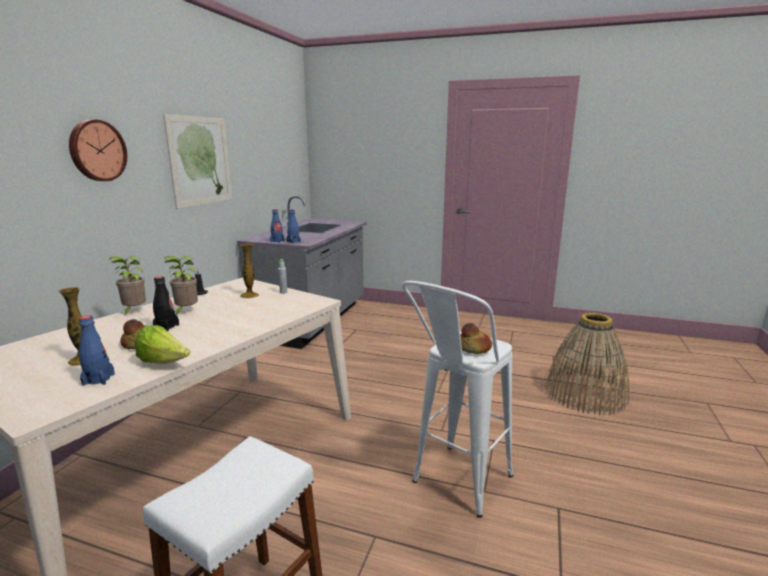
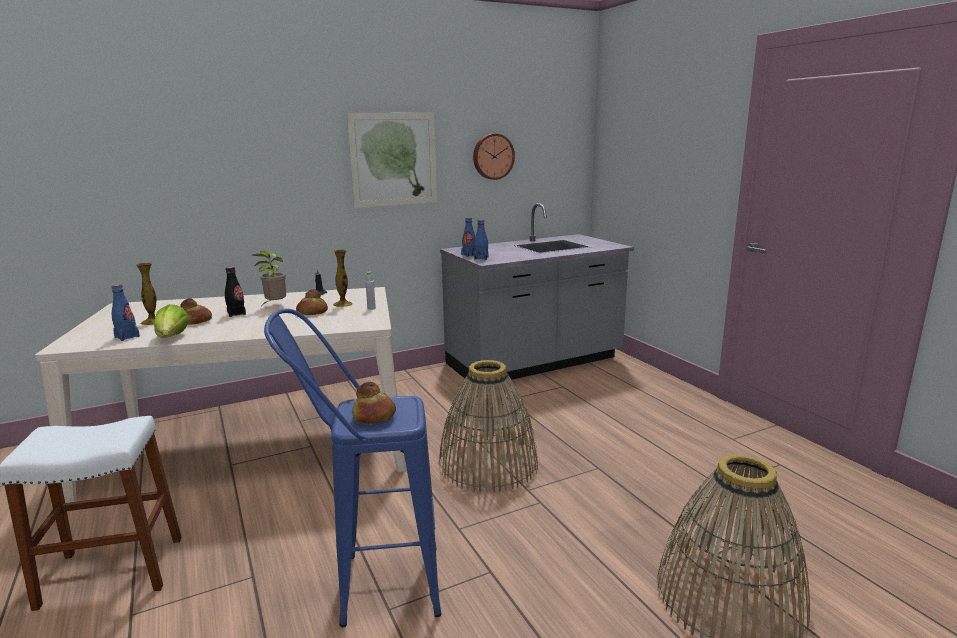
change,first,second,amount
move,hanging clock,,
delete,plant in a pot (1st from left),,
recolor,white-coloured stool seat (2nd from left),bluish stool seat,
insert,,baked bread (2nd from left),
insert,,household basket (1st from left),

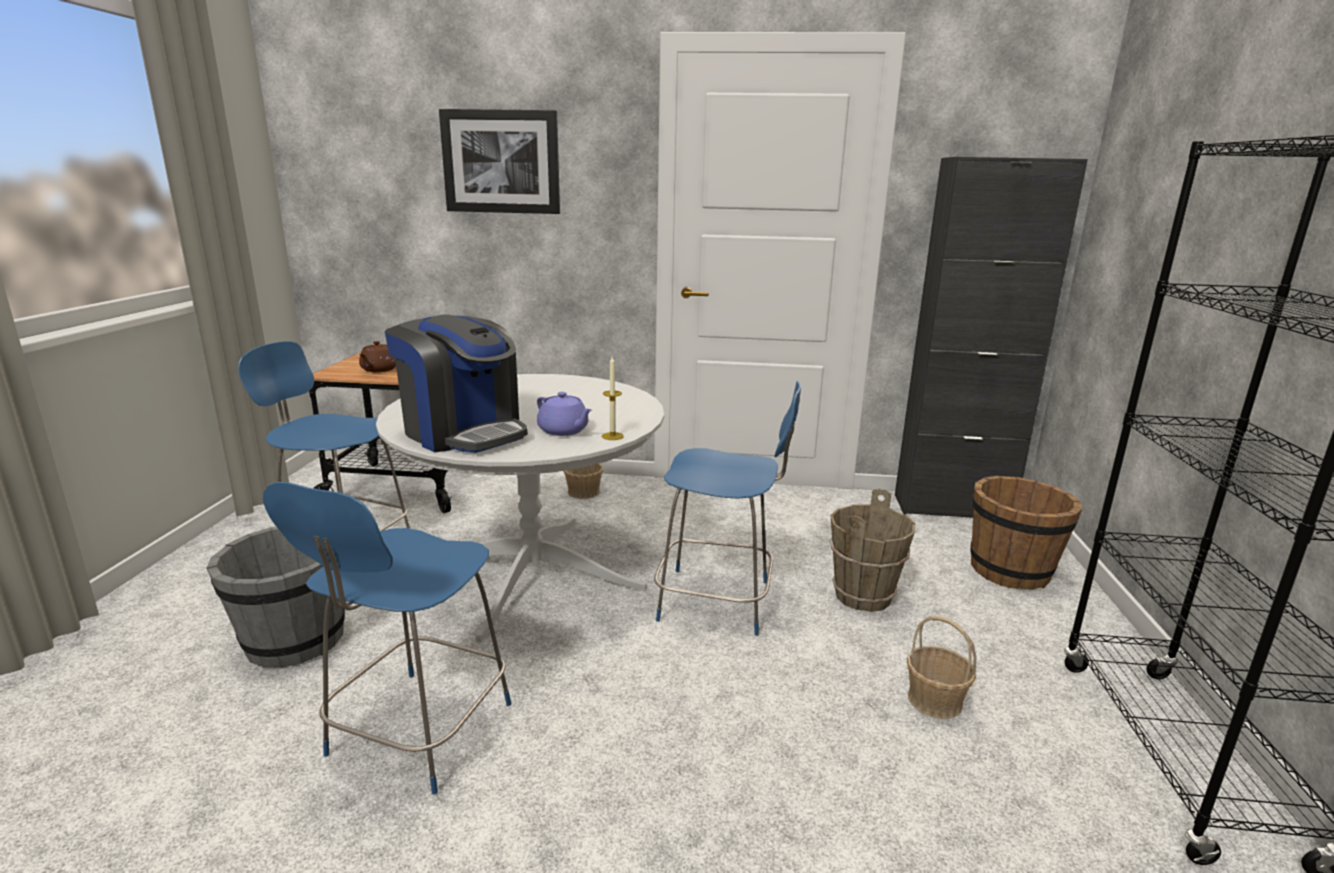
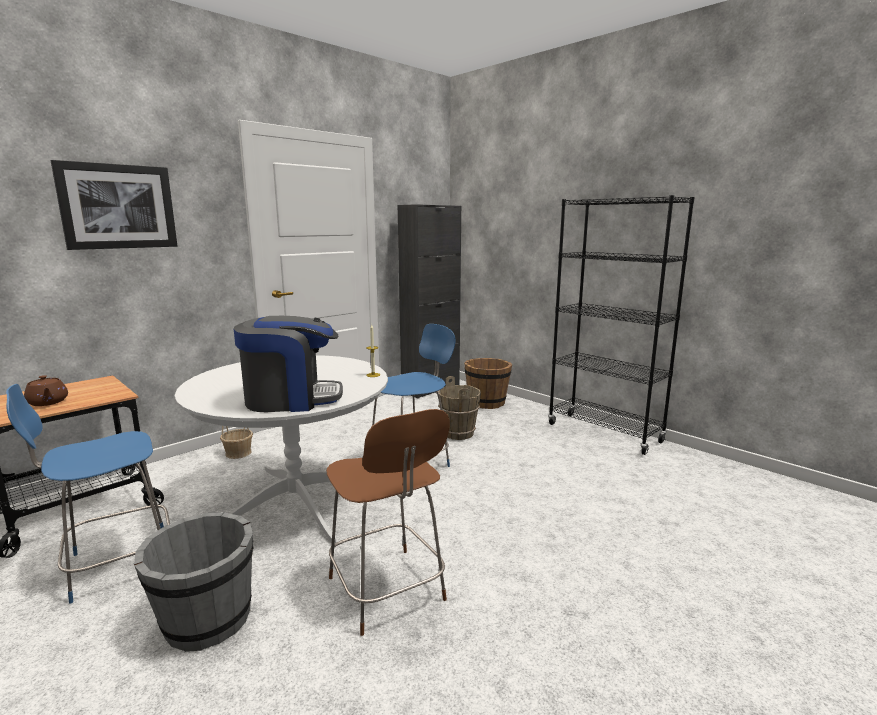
change,first,second,amount
recolor,bluish plain chair (2nd from left),brown plain chair,
delete,purple-coloured pot for tea,,
delete,household basket (2nd from left),,

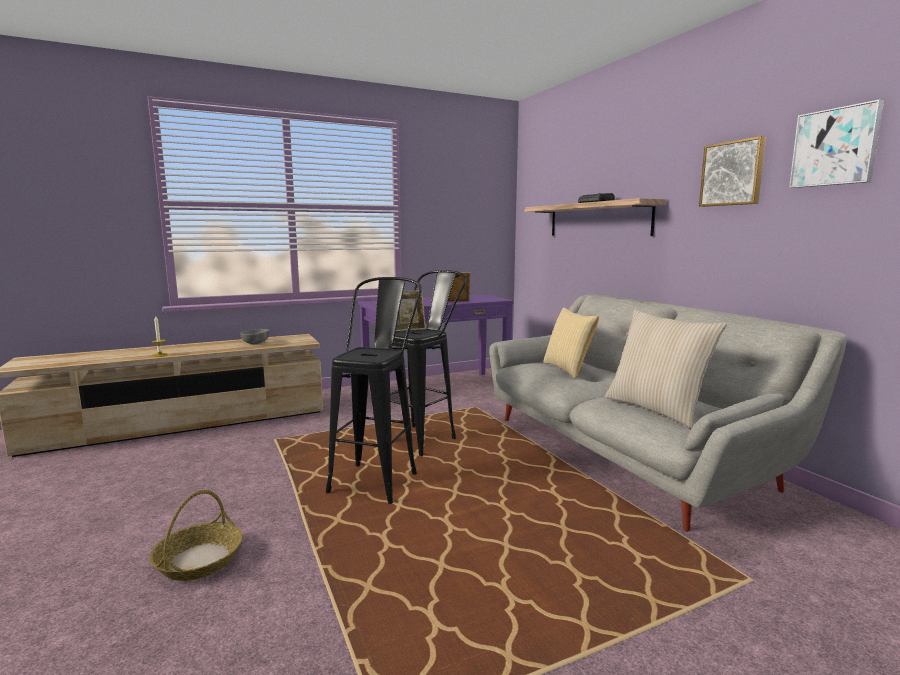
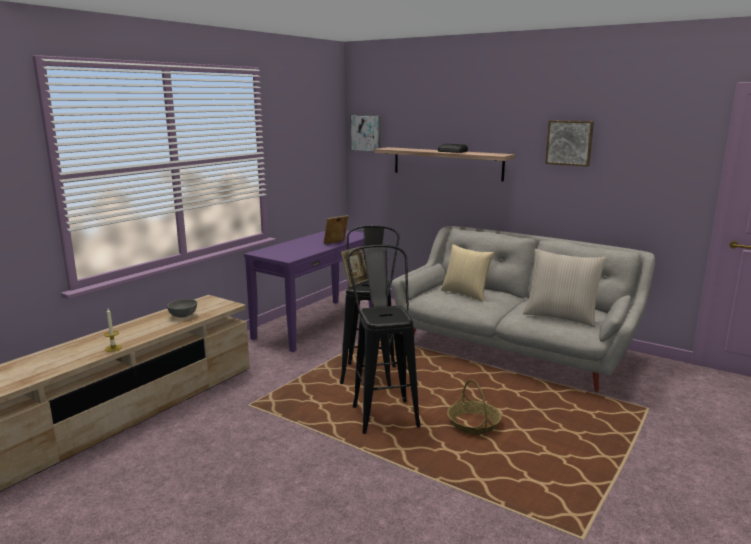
change,first,second,amount
move,household basket,,
move,wall picture (2nd from left in the first image),wall picture (1st from left),

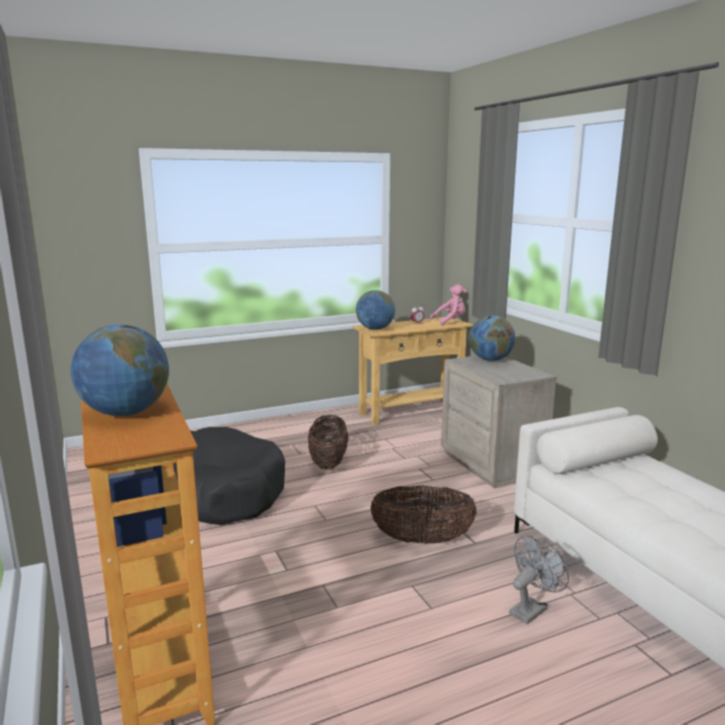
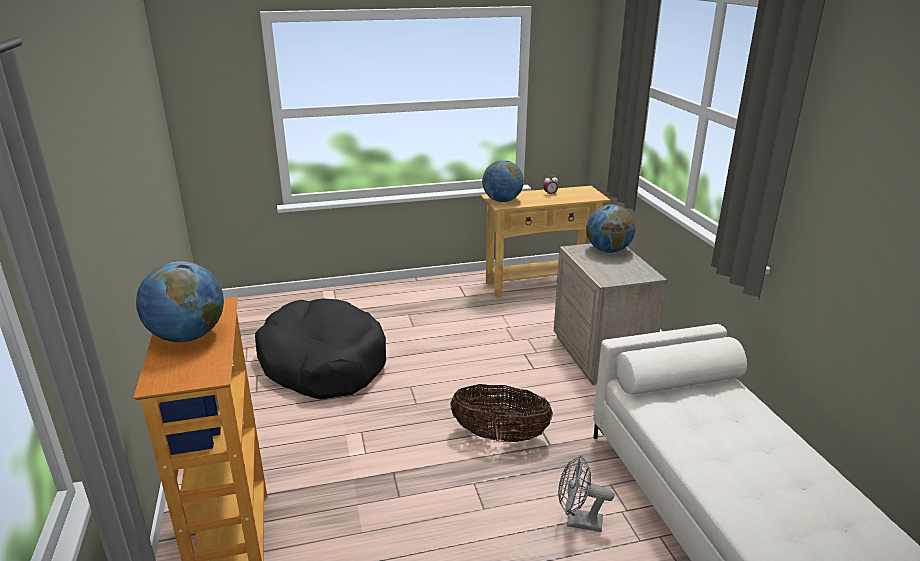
change,first,second,amount
delete,household basket (1st from left),,
delete,pink-coloured soft toy,,
rotate,gray electric fan,,135 degrees counterclockwise

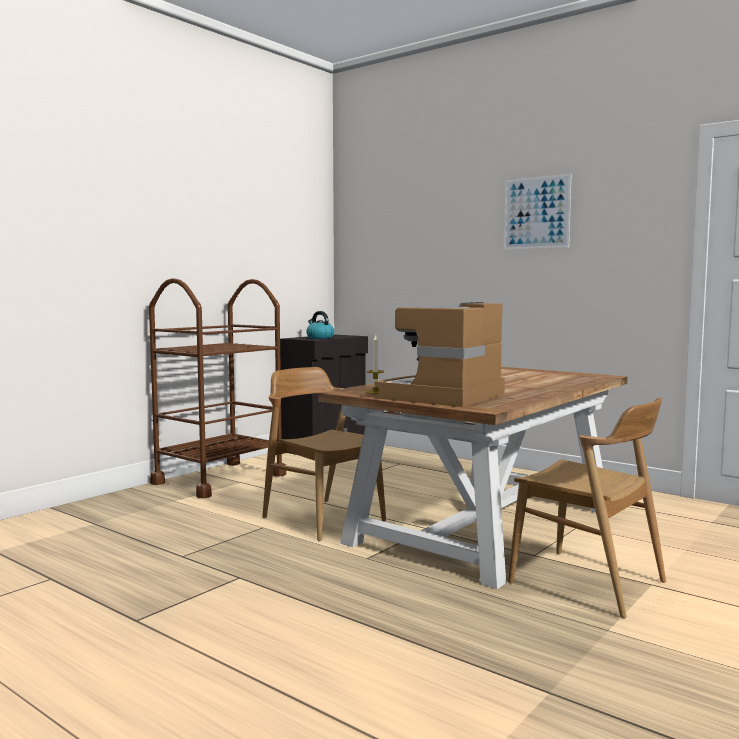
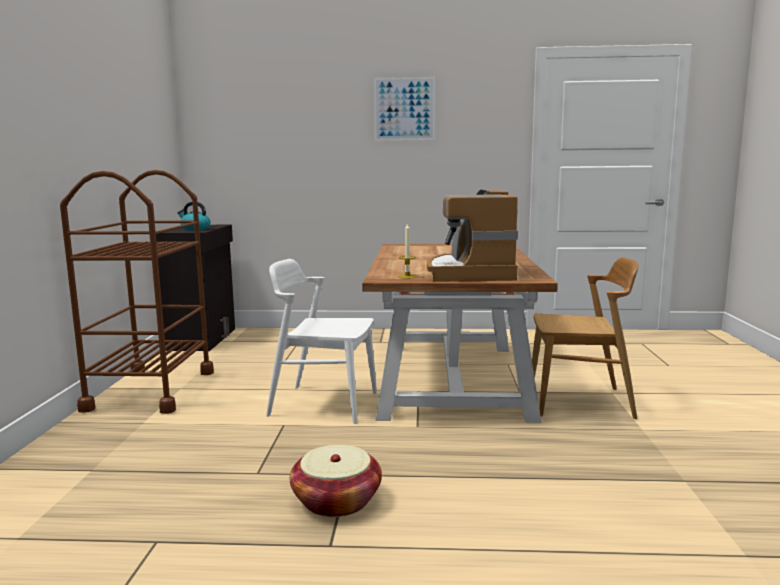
change,first,second,amount
recolor,brown plain chair (1st from left),white-coloured plain chair,
insert,,household basket,

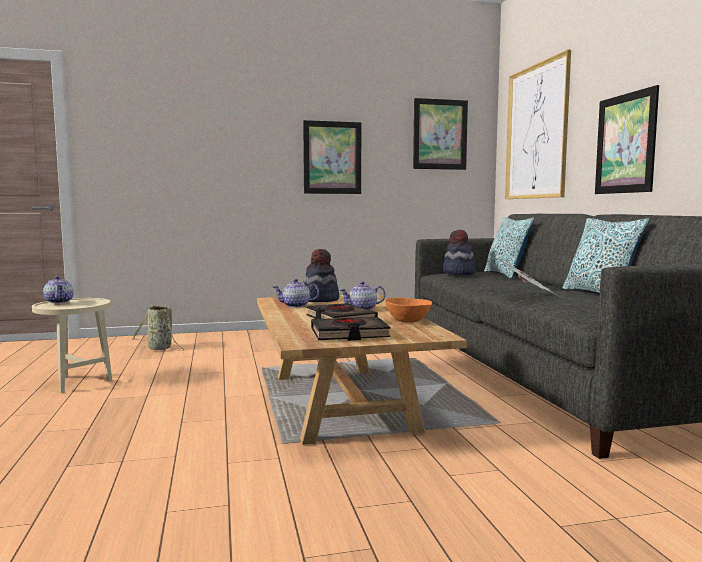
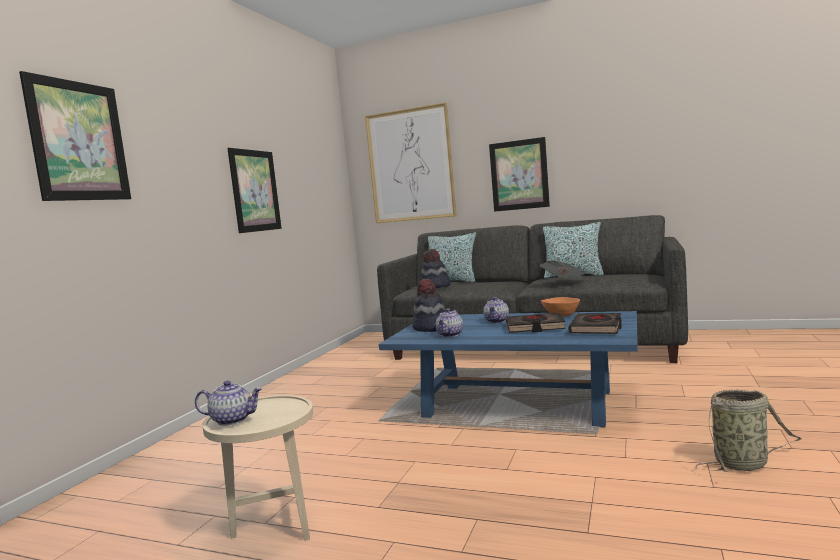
change,first,second,amount
move,household basket,,
recolor,beige coffee table,bluish coffee table,
move,wall picture (2nd from left in the first image),wall picture (1st from left),

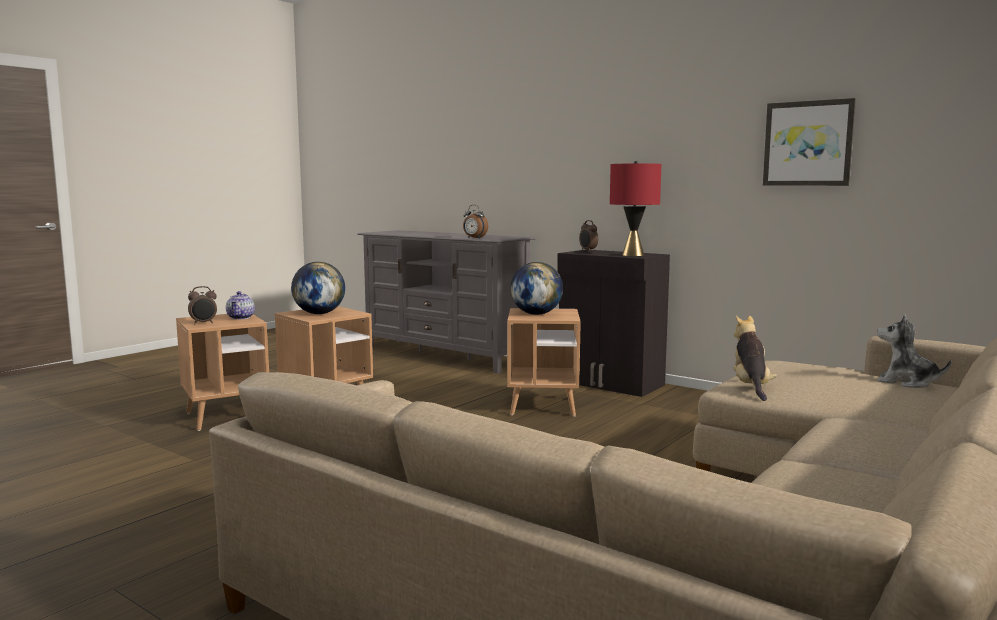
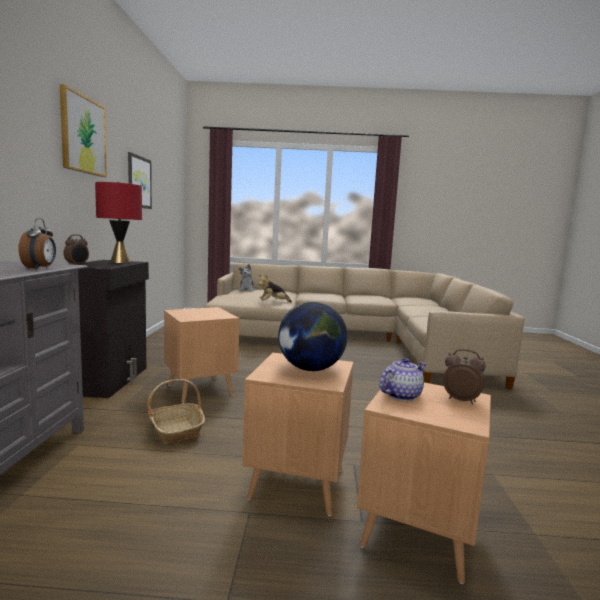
change,first,second,amount
delete,desk globe (2nd from left),,
insert,,wall picture (1st from left),
insert,,household basket,

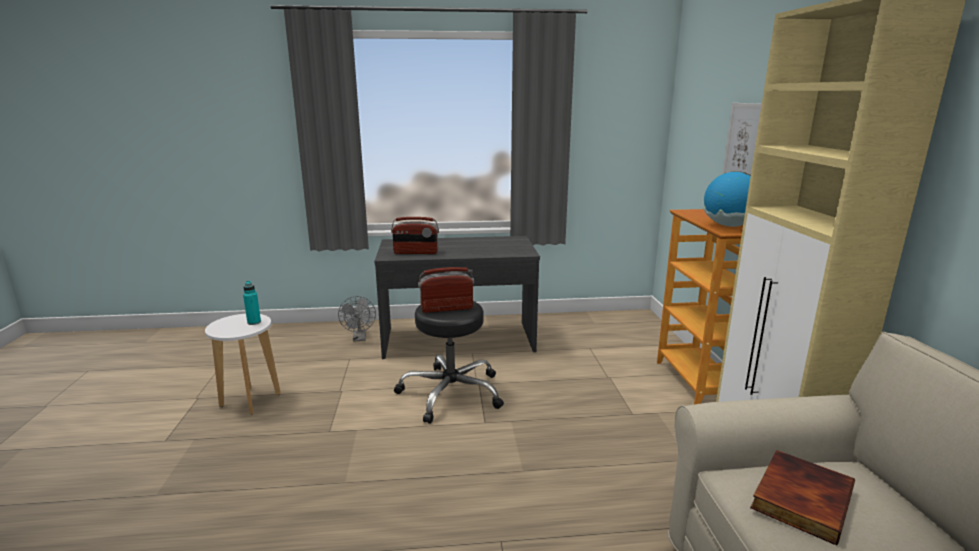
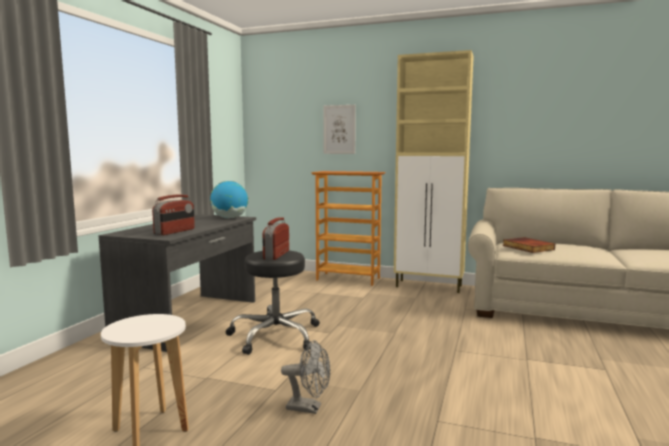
change,first,second,amount
delete,turquoise drink bottle,,
move,gray electric fan,,
move,desk globe,,

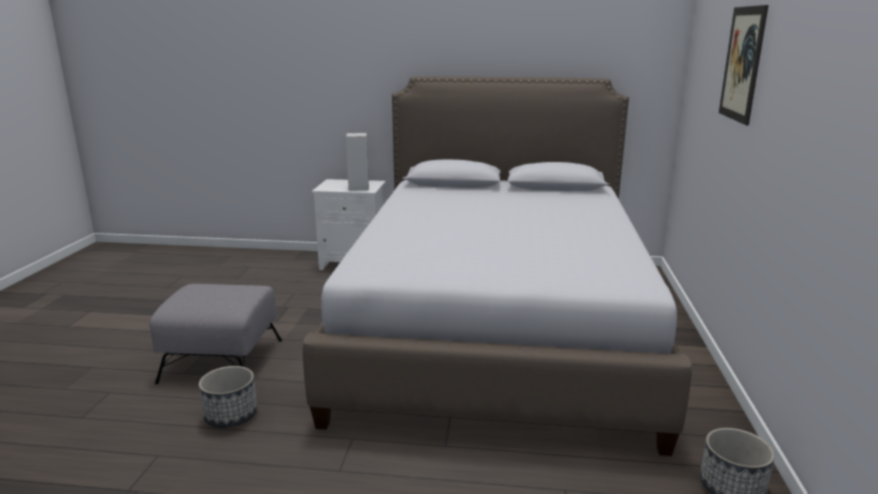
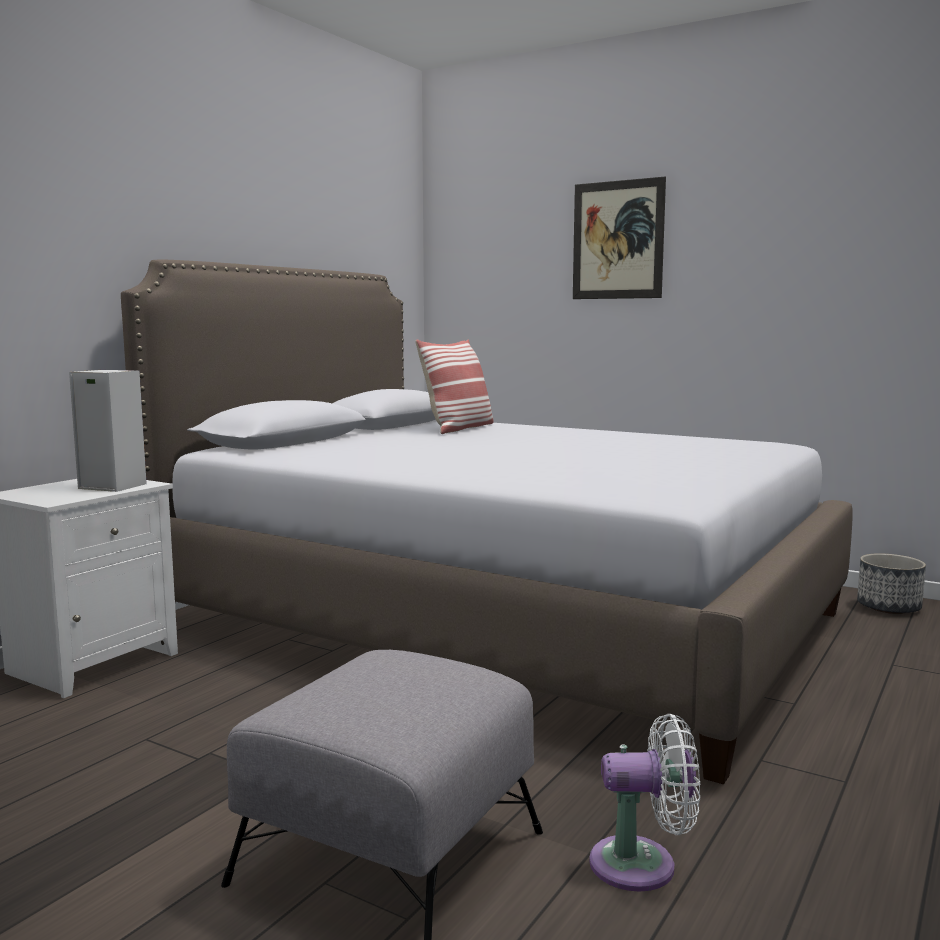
change,first,second,amount
replace,plant pot (1st from left),white-coloured electric fan,
insert,,throw pillow,

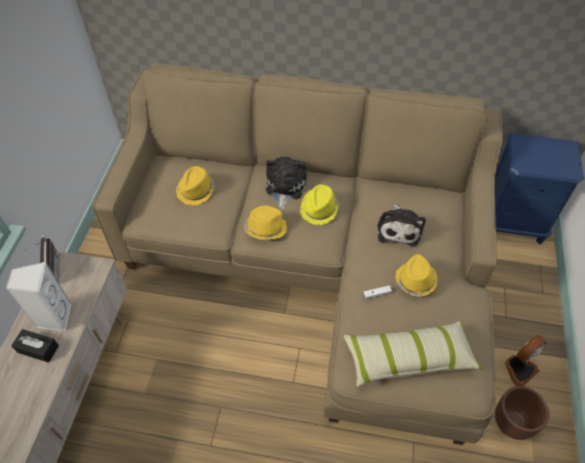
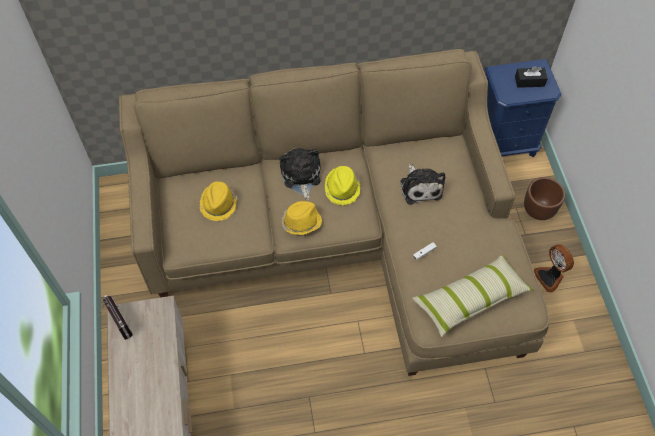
change,first,second,amount
delete,white-coloured loudspeaker,,
move,black box of tissues,,
delete,yellow-coloured hat (4th from left),,
move,brown plant pot,,
rotate,electric fan,,120 degrees clockwise

